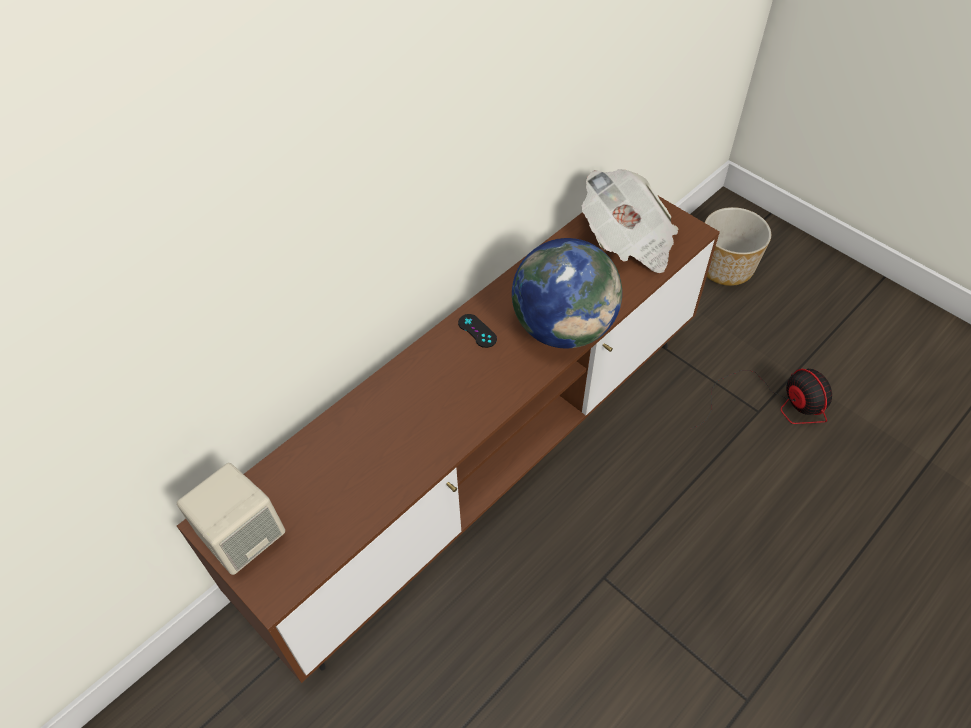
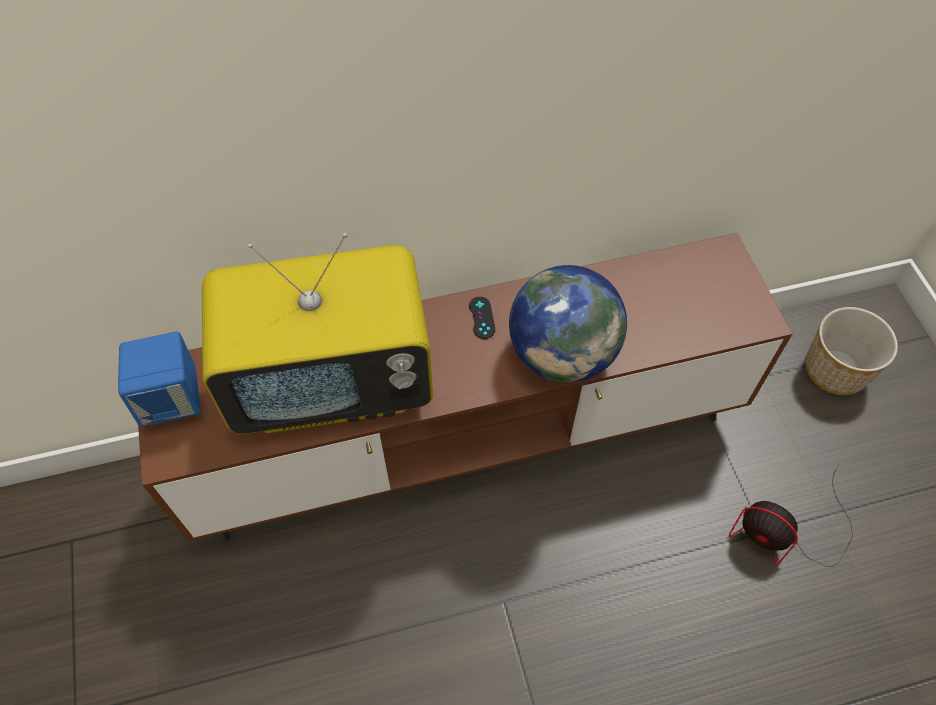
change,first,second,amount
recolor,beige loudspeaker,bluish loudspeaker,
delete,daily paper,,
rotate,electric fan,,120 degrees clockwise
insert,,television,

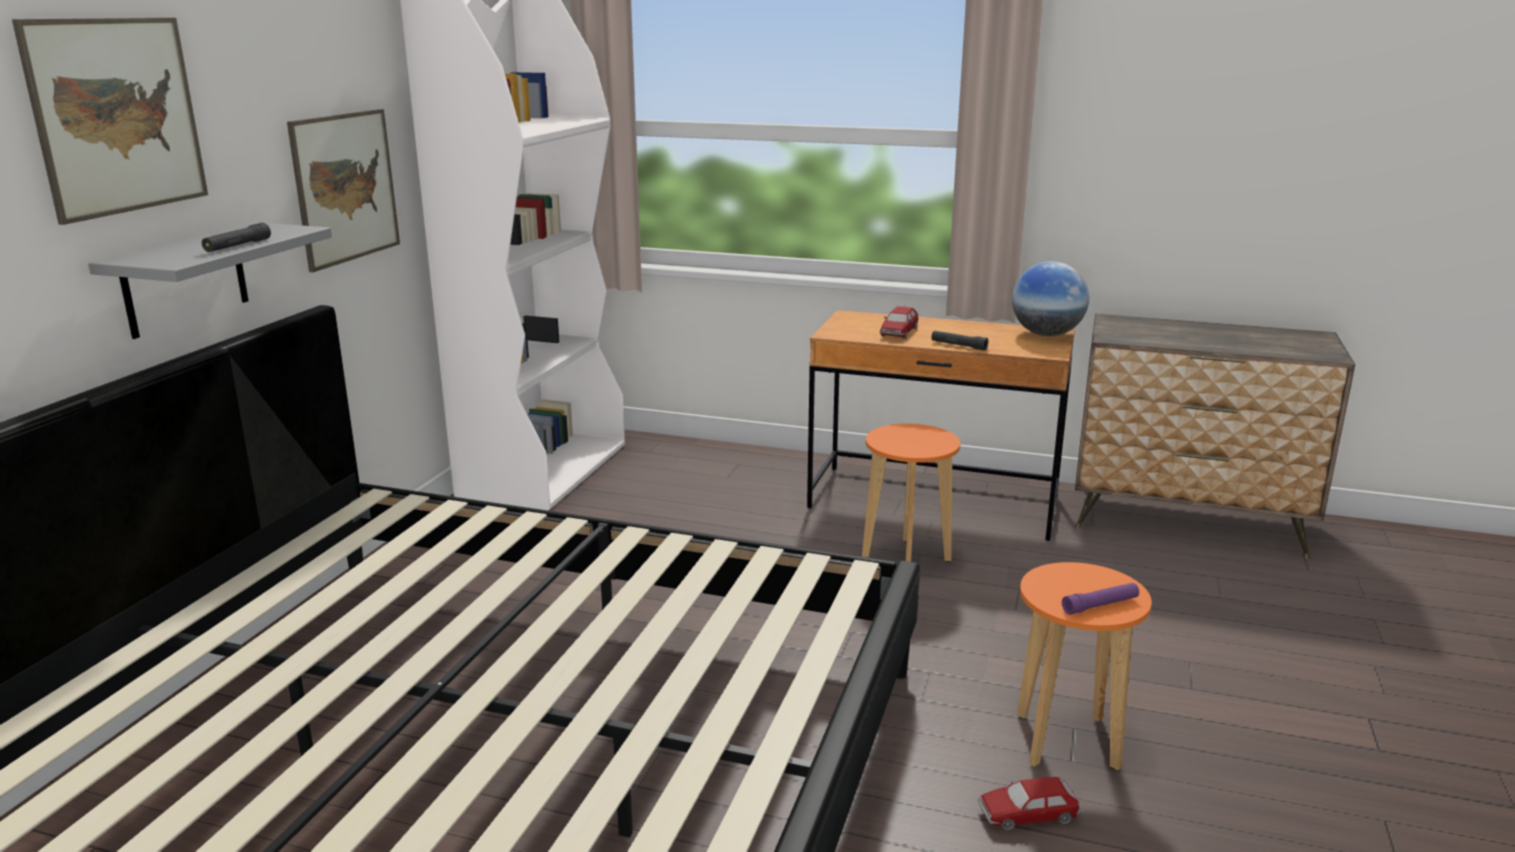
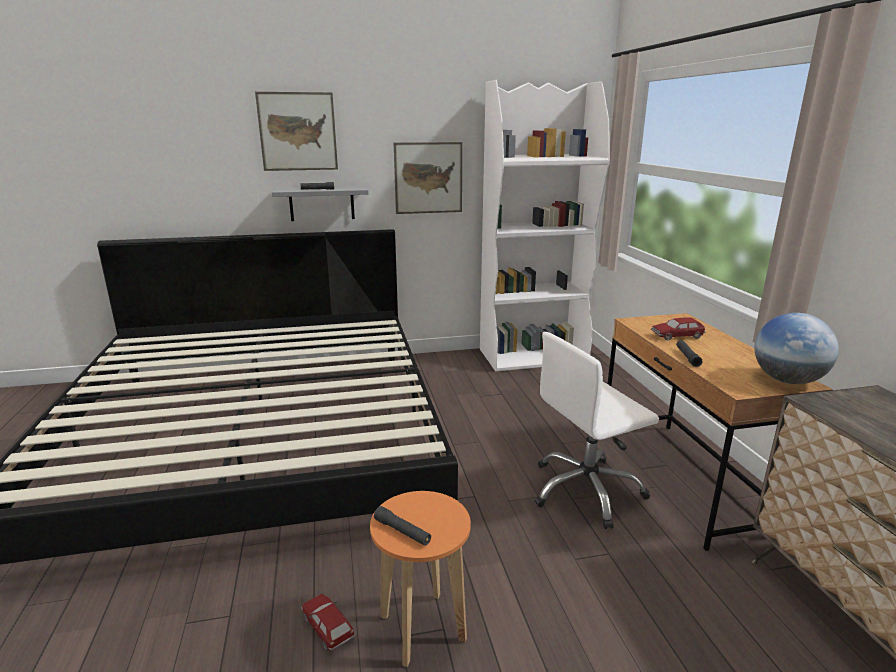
change,first,second,amount
replace,orangey stool seat (1st from left),white-coloured computer chair,
recolor,purple-coloured torch,black torch (2nd from left),

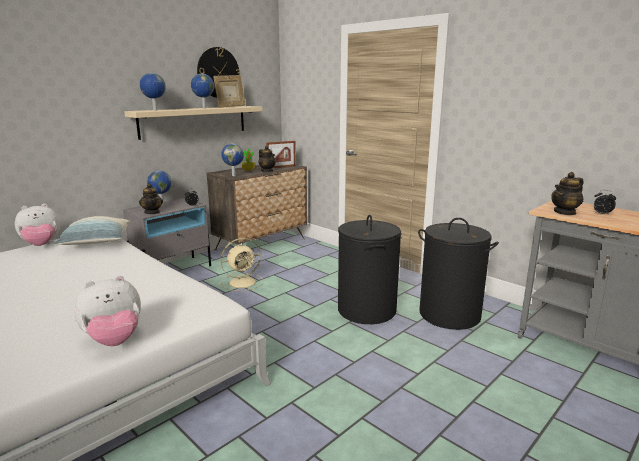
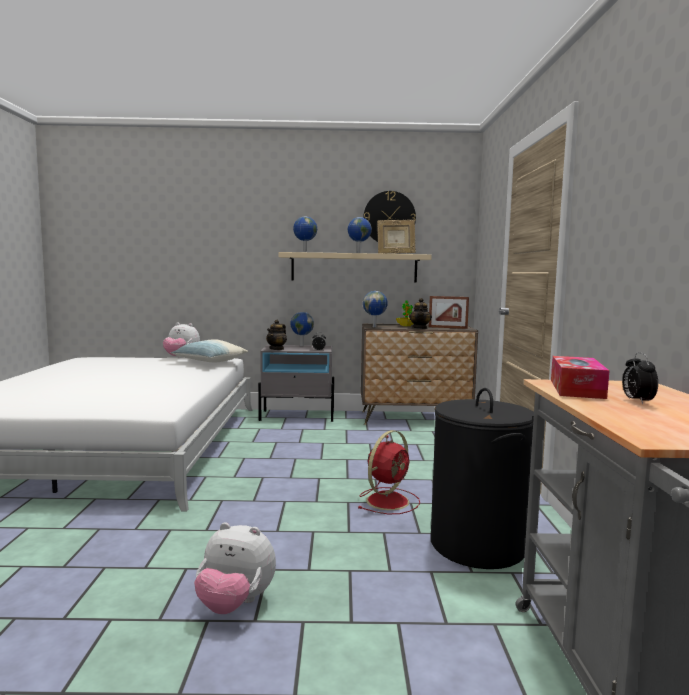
change,first,second,amount
move,soft toy (2nd from left),,
delete,beige electric fan,,
replace,black washing basket (1st from left),red electric fan,
replace,pot for tea (3rd from left),box of tissues,

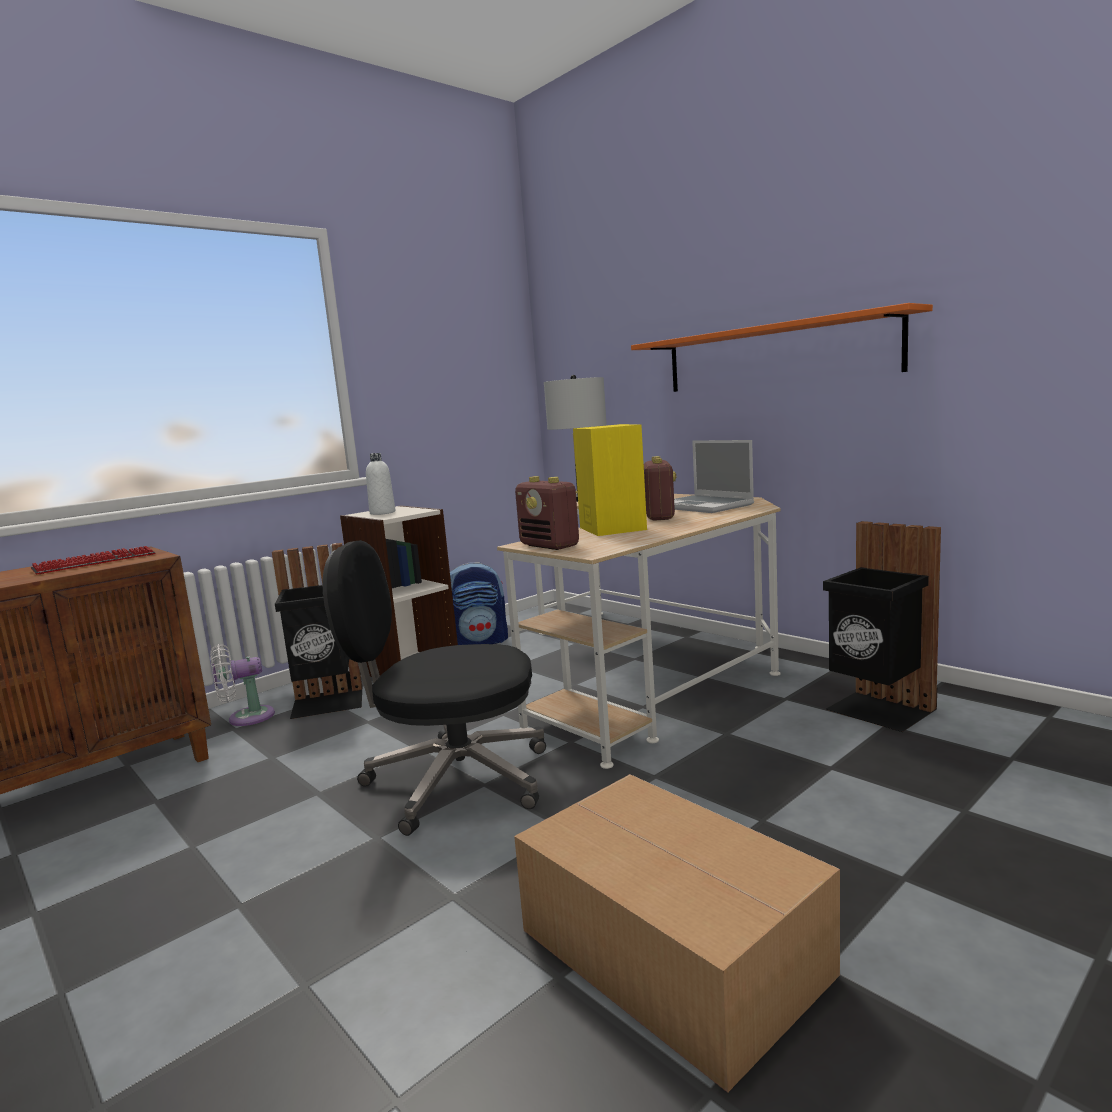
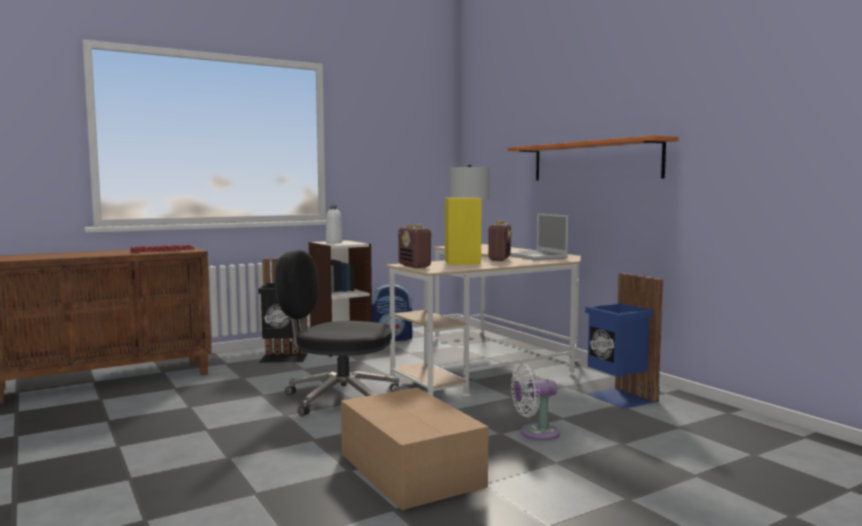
change,first,second,amount
move,white-coloured electric fan,,
recolor,black waste bin (2nd from left),bluish waste bin,

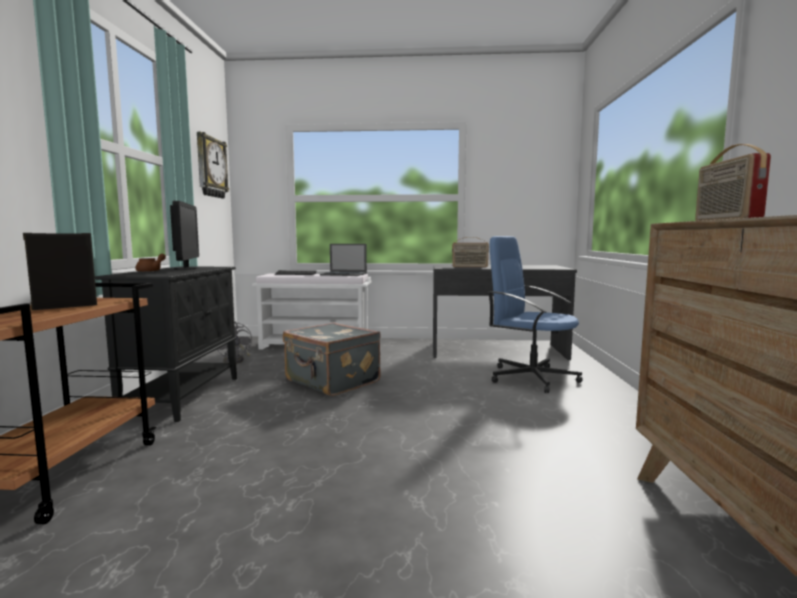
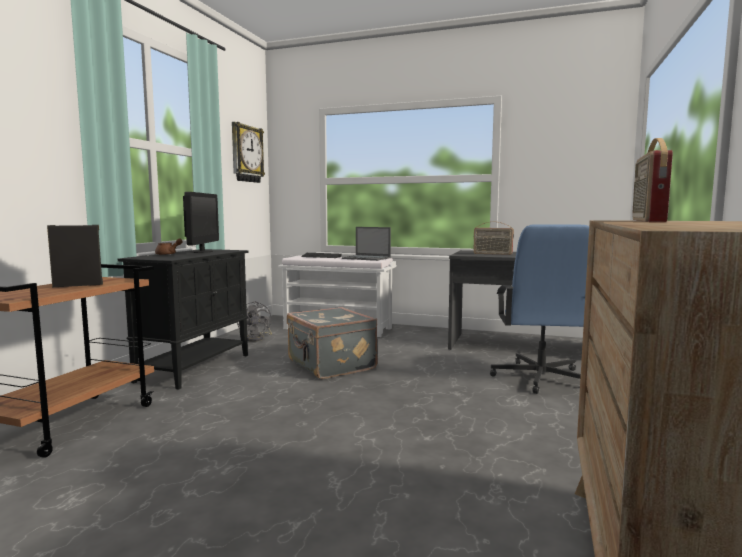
change,first,second,amount
rotate,bluish computer chair,,135 degrees counterclockwise

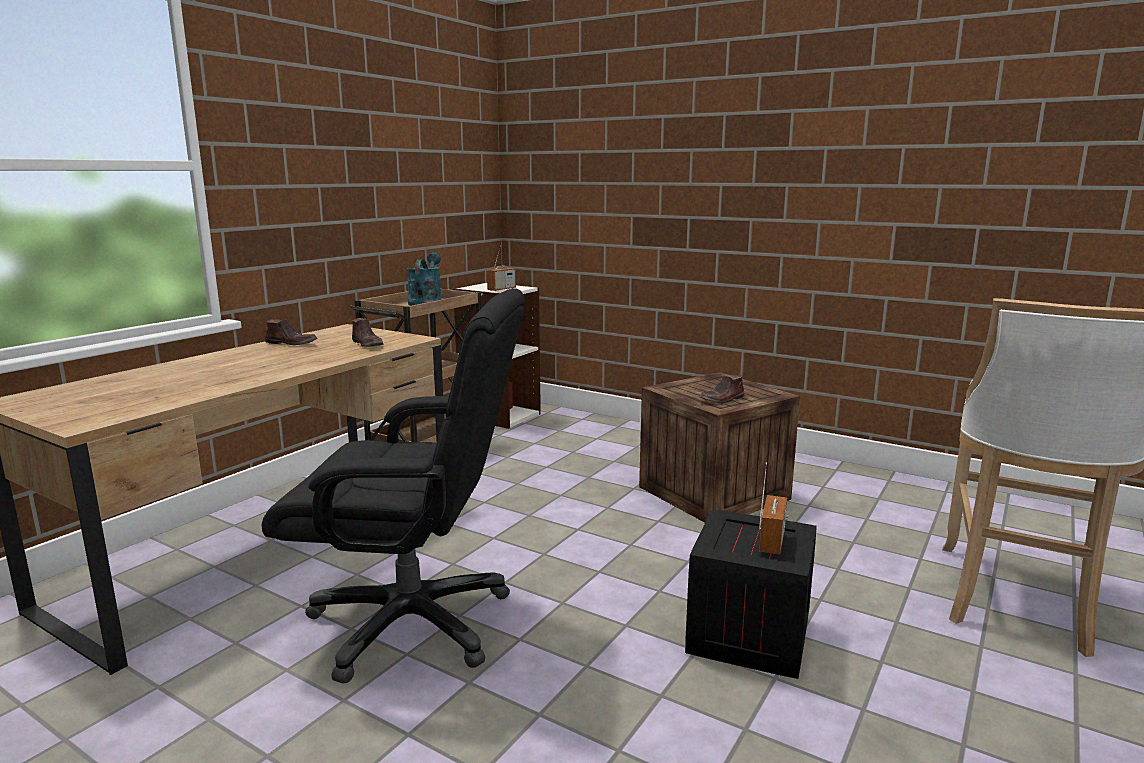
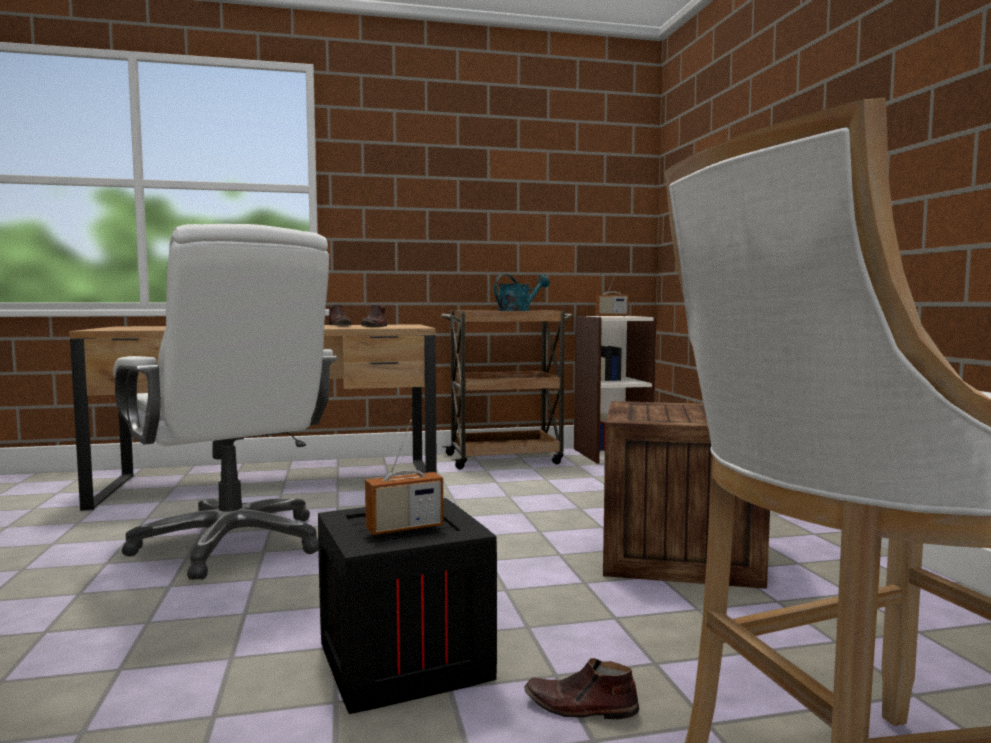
change,first,second,amount
recolor,black computer chair,white-coloured computer chair,
move,brown item of footwear (3rd from left),,

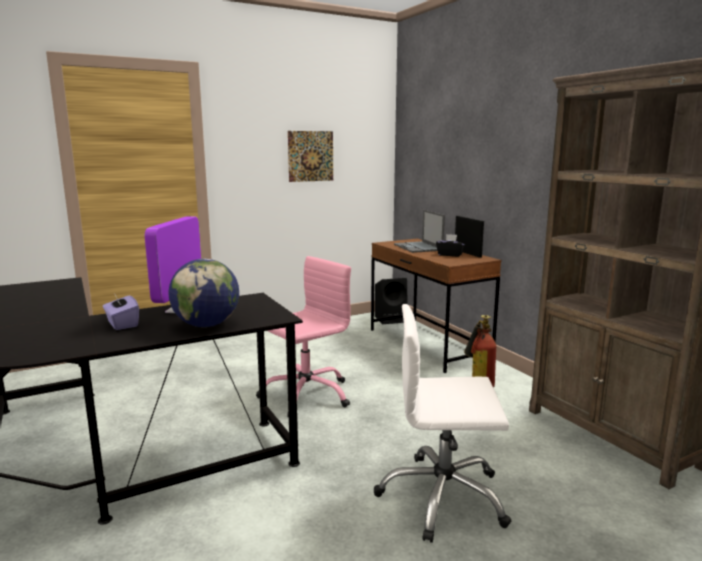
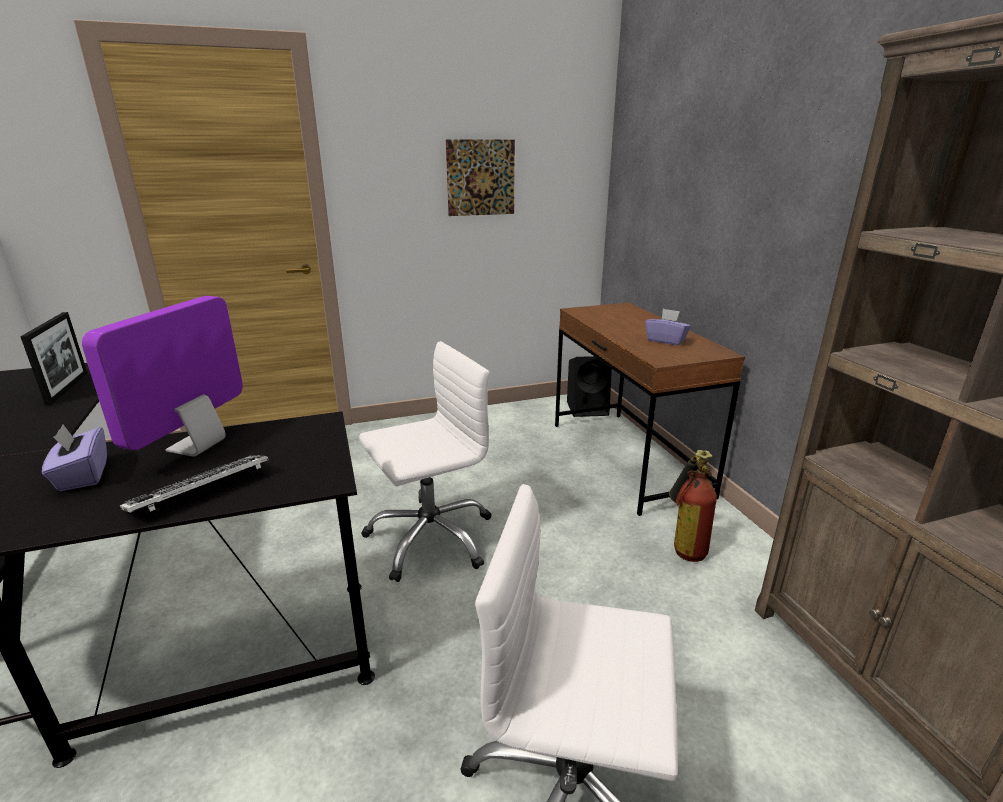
change,first,second,amount
replace,desk globe,PC keyboard,
recolor,pink-coloured computer chair,white-coloured computer chair (1st from left),
delete,notebook computer,,
recolor,black box of tissues,purple-coloured box of tissues (2nd from left),
move,standing frame,,

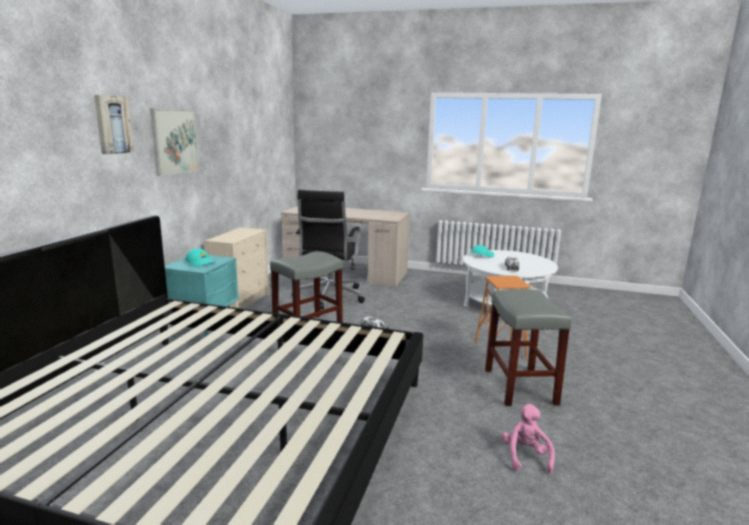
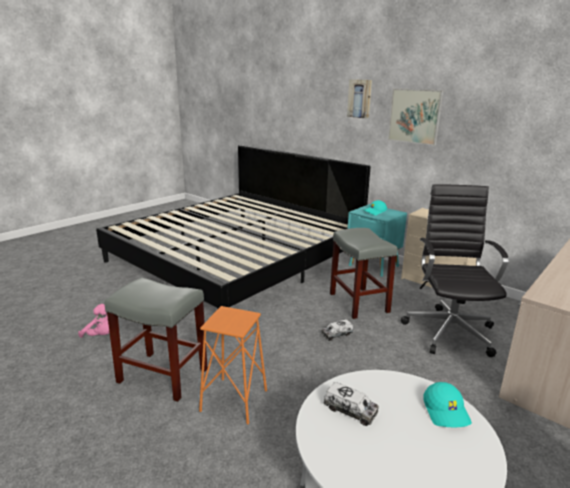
change,first,second,amount
rotate,black computer chair,,60 degrees clockwise

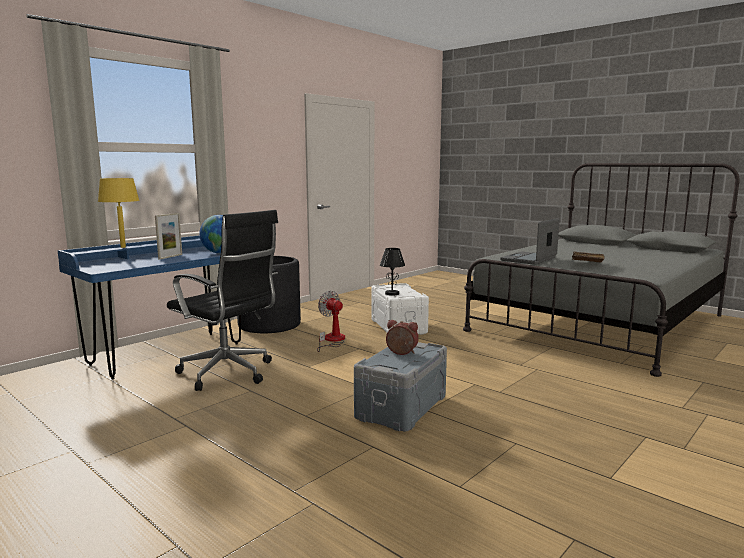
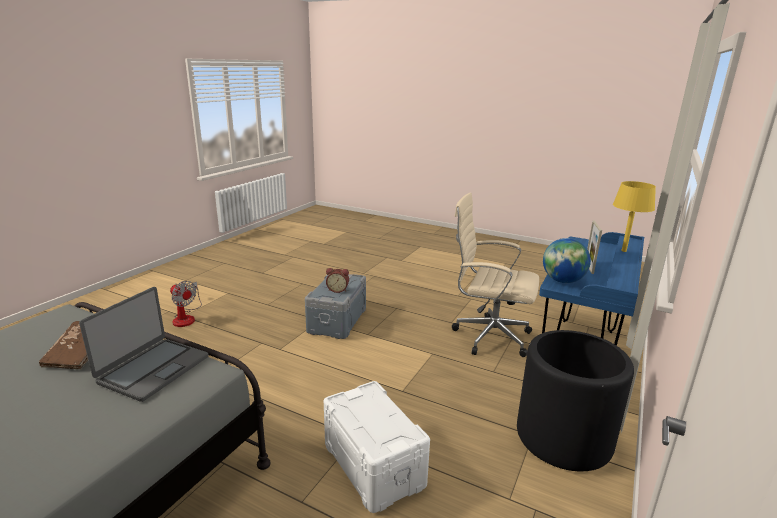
change,first,second,amount
recolor,black computer chair,beige computer chair,
move,electric fan,,
delete,black tabletop lamp,,

